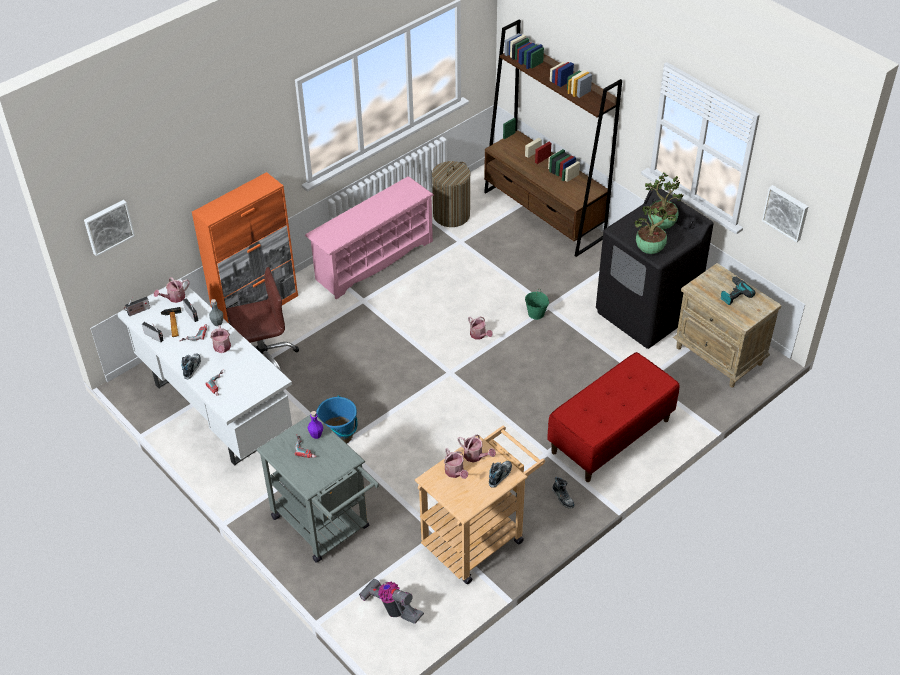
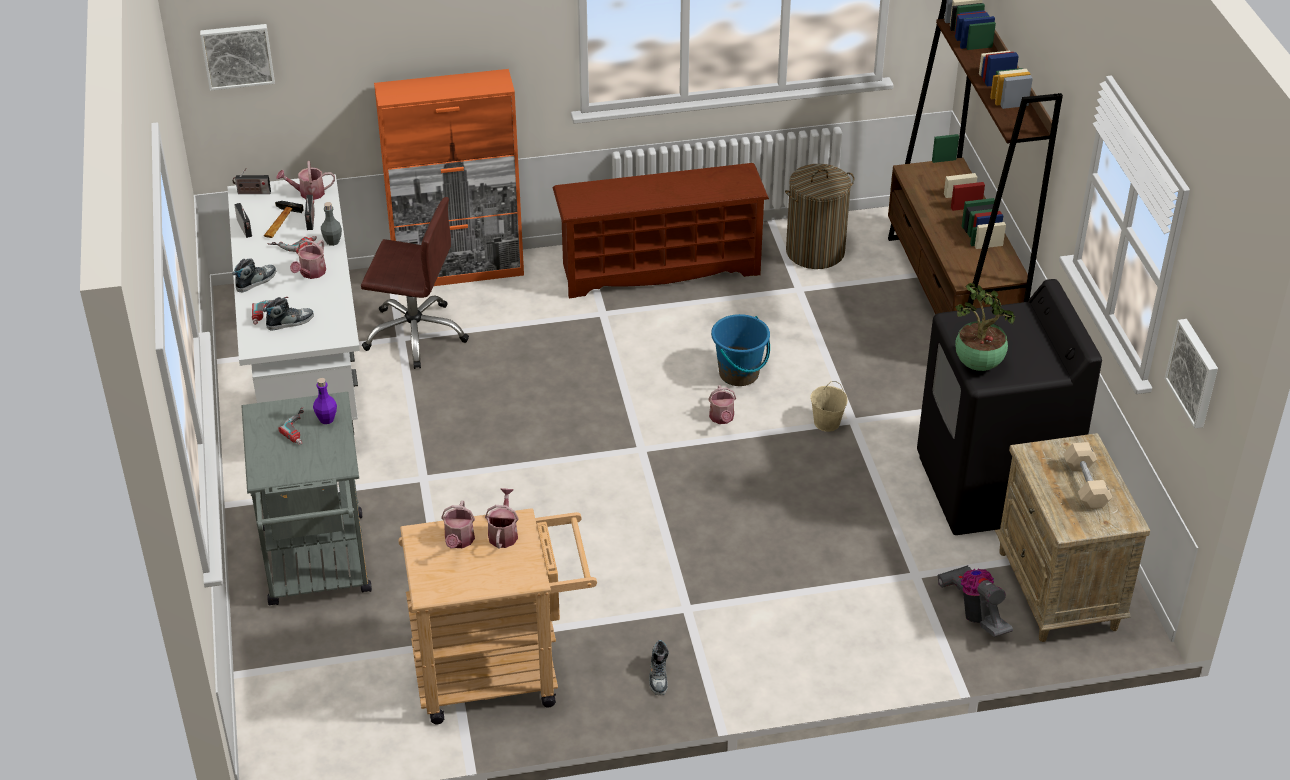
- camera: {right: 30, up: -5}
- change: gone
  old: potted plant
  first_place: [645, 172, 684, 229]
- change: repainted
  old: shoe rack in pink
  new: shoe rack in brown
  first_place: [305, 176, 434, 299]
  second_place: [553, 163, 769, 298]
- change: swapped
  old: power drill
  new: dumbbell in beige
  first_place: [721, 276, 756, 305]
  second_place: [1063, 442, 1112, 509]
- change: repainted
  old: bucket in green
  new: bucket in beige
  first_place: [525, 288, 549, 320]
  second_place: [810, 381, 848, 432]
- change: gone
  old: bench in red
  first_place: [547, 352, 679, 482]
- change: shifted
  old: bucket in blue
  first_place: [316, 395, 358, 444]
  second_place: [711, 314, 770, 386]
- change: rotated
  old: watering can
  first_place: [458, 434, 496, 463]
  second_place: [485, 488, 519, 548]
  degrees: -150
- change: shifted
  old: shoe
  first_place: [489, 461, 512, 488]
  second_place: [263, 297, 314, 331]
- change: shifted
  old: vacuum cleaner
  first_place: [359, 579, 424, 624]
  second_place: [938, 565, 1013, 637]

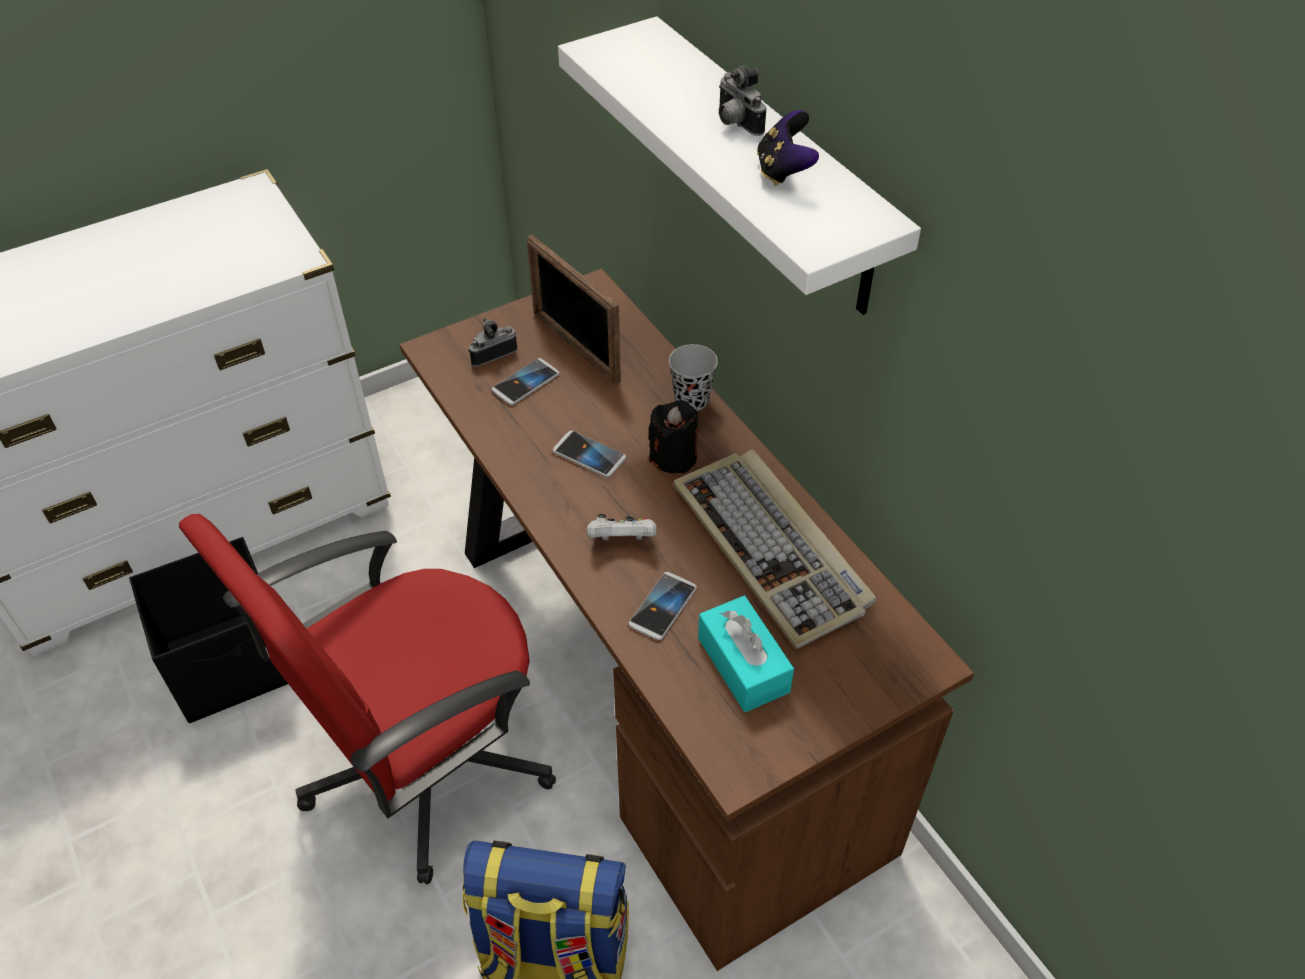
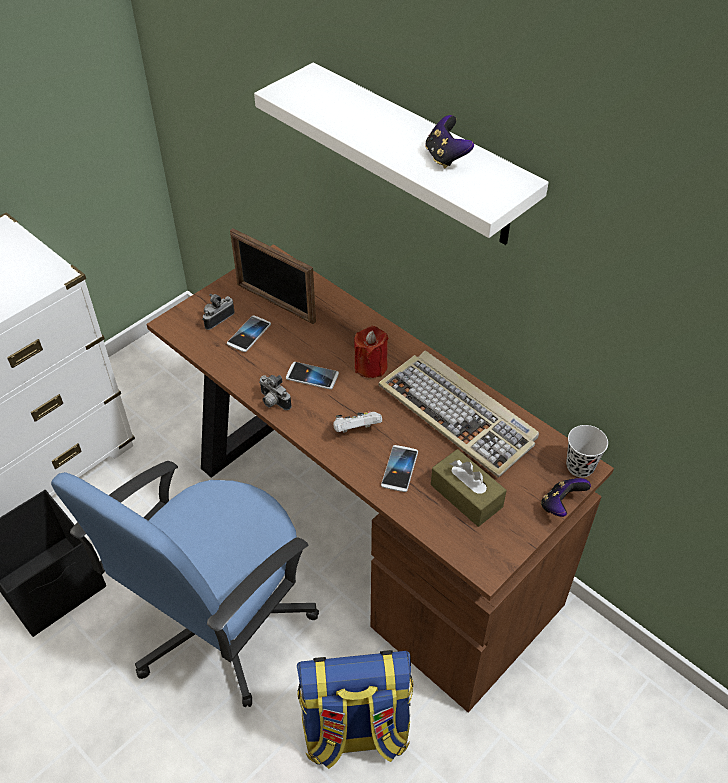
- camera: {right: -15, up: 0}
- change: shifted
  old: photo camera
  first_place: [719, 65, 766, 136]
  second_place: [259, 375, 292, 410]
- change: shifted
  old: cup in black
  first_place: [669, 344, 718, 411]
  second_place: [566, 425, 608, 477]
- change: repainted
  old: candle in black
  new: candle in red
  first_place: [649, 400, 698, 474]
  second_place: [354, 326, 389, 378]
- change: repainted
  old: office chair in red
  new: office chair in blue
  first_place: [179, 514, 556, 884]
  second_place: [51, 461, 319, 707]
- change: repainted
  old: tissue box in turquoise
  new: tissue box in brown
  first_place: [698, 596, 794, 712]
  second_place: [431, 449, 506, 527]
- change: new
  new: game controller
  second_place: [541, 478, 591, 517]

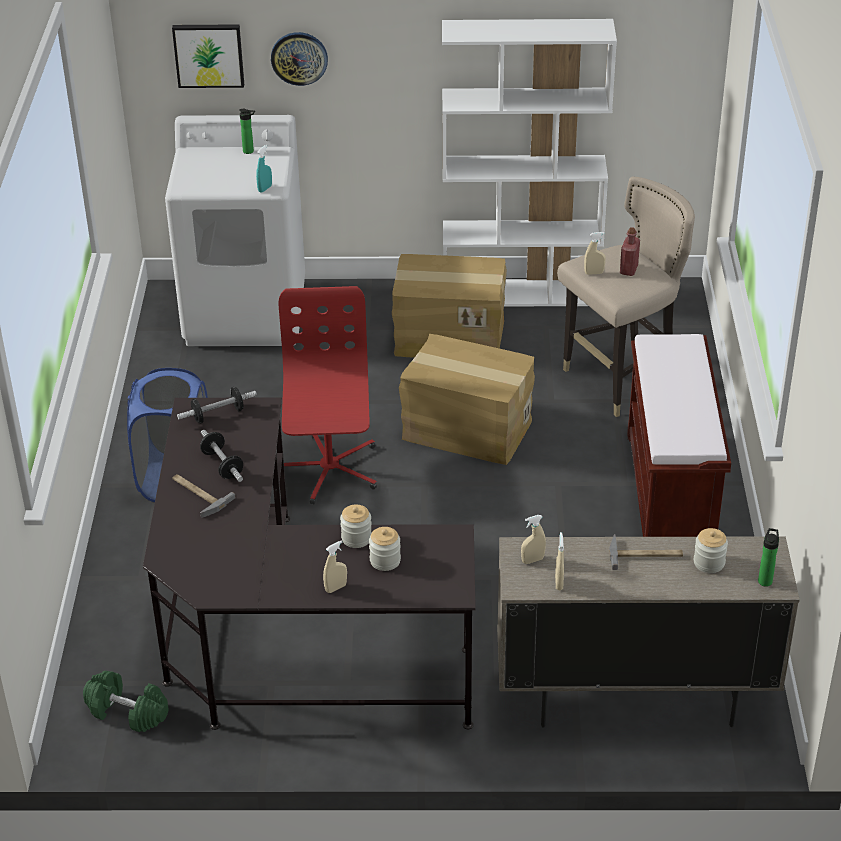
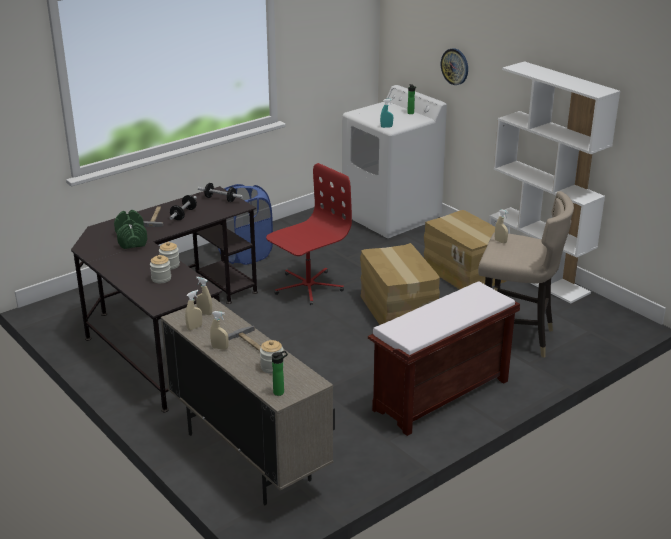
- camera: {right: 50, up: -10}
- change: gone
  old: picture
  first_place: [172, 24, 244, 88]
- change: gone
  old: bottle in red
  first_place: [620, 227, 640, 276]
- change: shifted
  old: spray bottle in beige
  first_place: [323, 540, 347, 593]
  second_place: [210, 311, 229, 350]
- change: shifted
  old: dumbbell in green
  first_place: [83, 671, 168, 732]
  second_place: [114, 210, 147, 249]

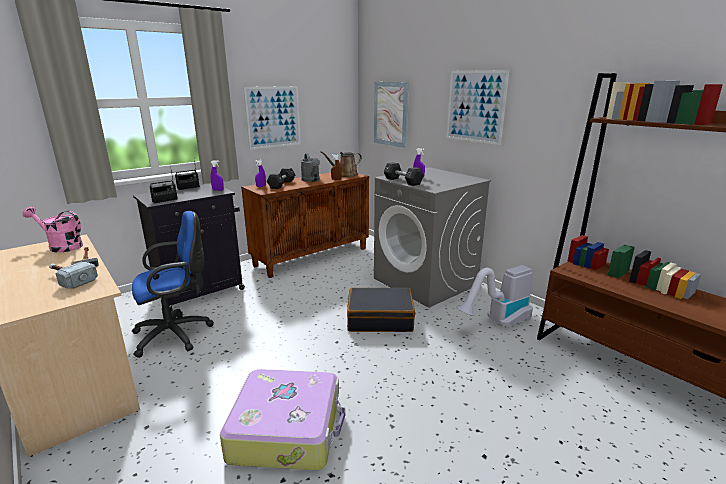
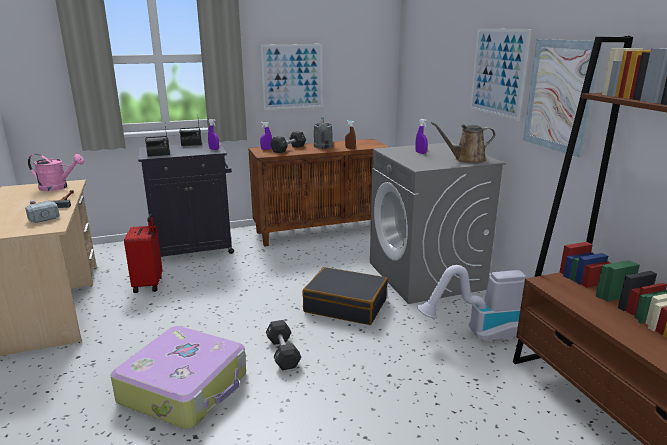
- camera: {right: 20, up: 0}
- change: shifted
  old: picture
  first_place: [374, 82, 409, 148]
  second_place: [523, 39, 602, 157]
- change: shifted
  old: watering can in brown
  first_place: [320, 151, 362, 177]
  second_place: [431, 122, 495, 163]
- change: shifted
  old: dumbbell in black
  first_place: [384, 162, 424, 186]
  second_place: [266, 320, 301, 370]
- change: rotated
  old: watering can in pink
  first_place: [22, 207, 83, 253]
  second_place: [28, 154, 84, 191]
  degrees: 150
- change: swapped
  old: office chair in blue
  new: suitcase in red
  first_place: [132, 211, 214, 358]
  second_place: [124, 214, 163, 293]

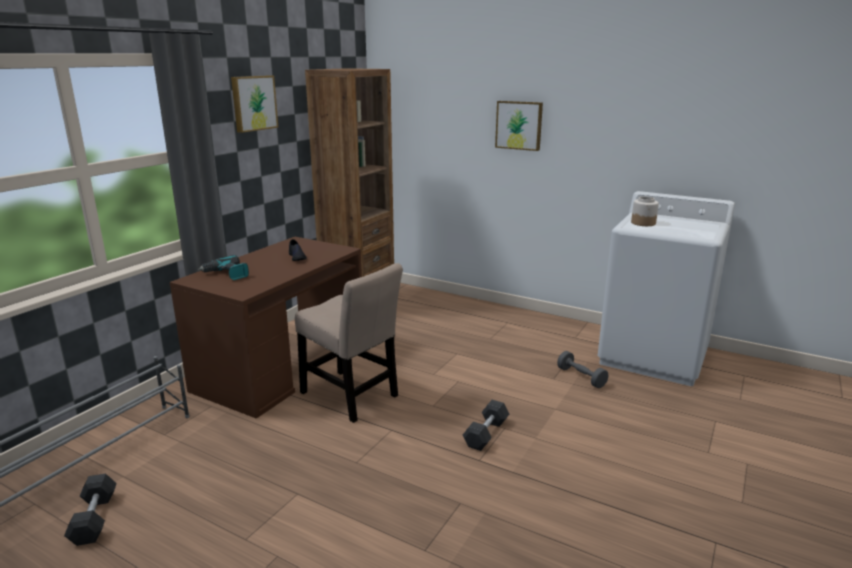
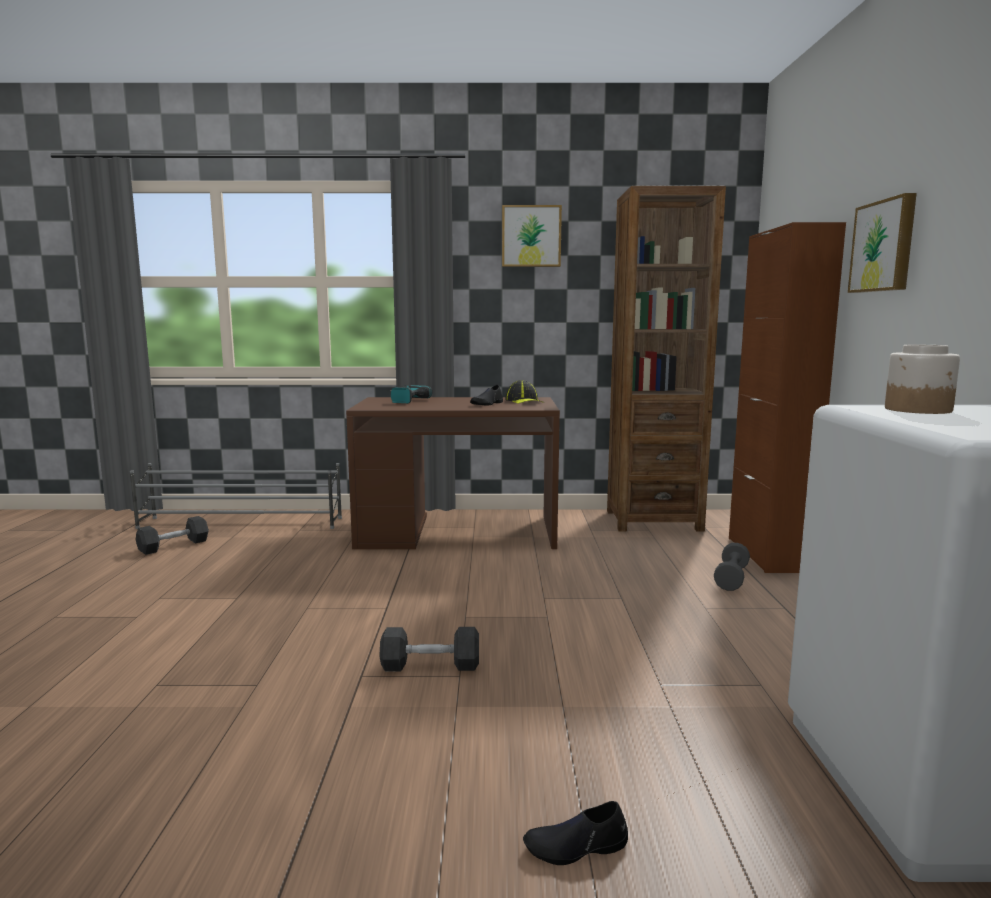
- camera: {right: 60, up: -10}
- change: gone
  old: chair in beige
  first_place: [295, 263, 403, 423]
- change: shifted
  old: dumbbell in grey
  first_place: [557, 351, 608, 388]
  second_place: [714, 543, 750, 591]
- change: new
  new: cabinet in brown
  second_place: [729, 222, 846, 573]
- change: new
  new: cap
  second_place: [505, 380, 544, 404]
- change: new
  new: shoe in black
  second_place: [523, 801, 628, 865]

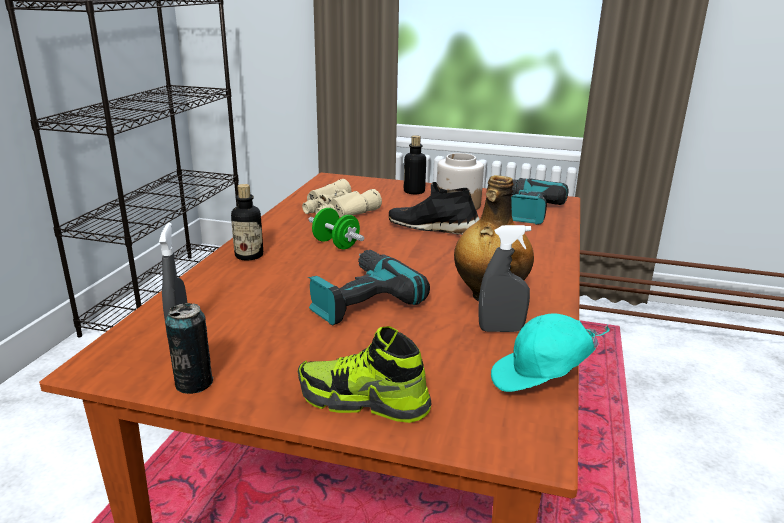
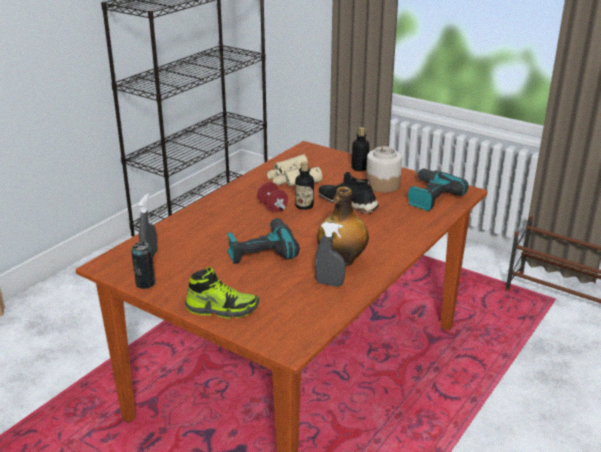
- camera: {right: 20, up: 5}
- change: shifted
  old: bottle
  first_place: [231, 184, 263, 260]
  second_place: [295, 161, 314, 210]
- change: repainted
  old: dumbbell in green
  new: dumbbell in red
  first_place: [308, 208, 364, 249]
  second_place: [257, 182, 288, 212]
- change: gone
  old: cap in turquoise
  first_place: [491, 313, 609, 392]
- change: rotated
  old: shoe
  first_place: [298, 326, 431, 423]
  second_place: [185, 267, 259, 319]
  degrees: 150

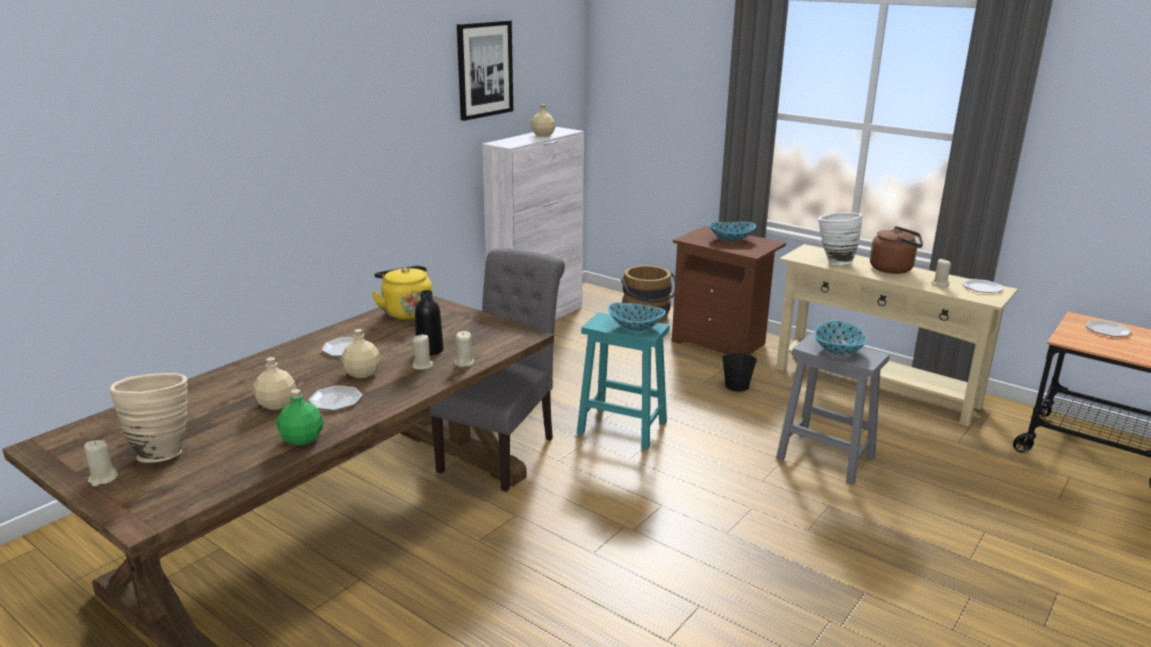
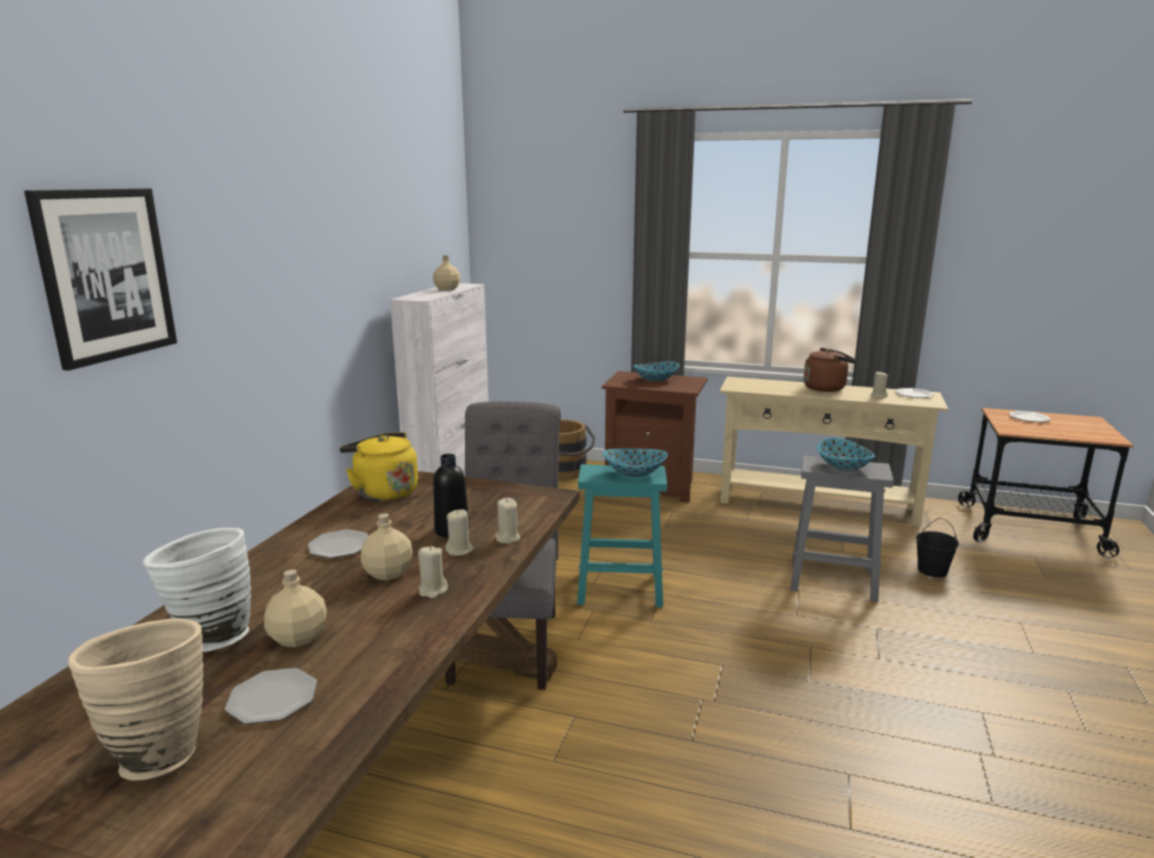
- camera: {right: -20, up: -5}
- change: shifted
  old: picture
  first_place: [457, 20, 513, 121]
  second_place: [24, 189, 177, 371]
- change: shifted
  old: vase in white
  first_place: [818, 212, 862, 265]
  second_place: [143, 528, 251, 652]
- change: shifted
  old: bucket in black
  first_place: [722, 341, 757, 392]
  second_place: [916, 518, 959, 577]
- change: shifted
  old: plate
  first_place: [308, 385, 363, 411]
  second_place: [225, 668, 317, 724]
- change: gone
  old: bottle in green
  first_place: [277, 389, 323, 446]
- change: shifted
  old: candle in beige
  first_place: [84, 440, 118, 487]
  second_place: [418, 546, 448, 598]

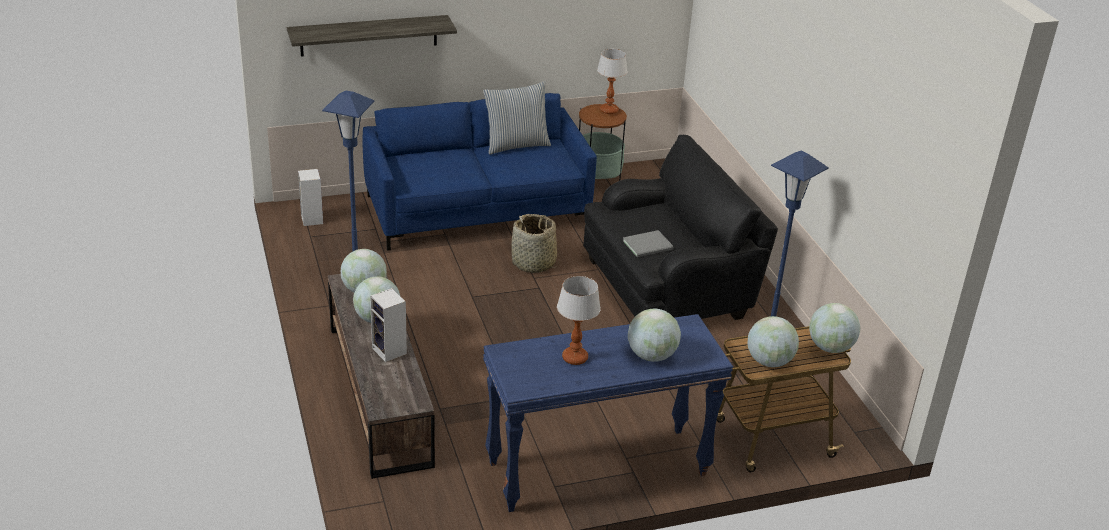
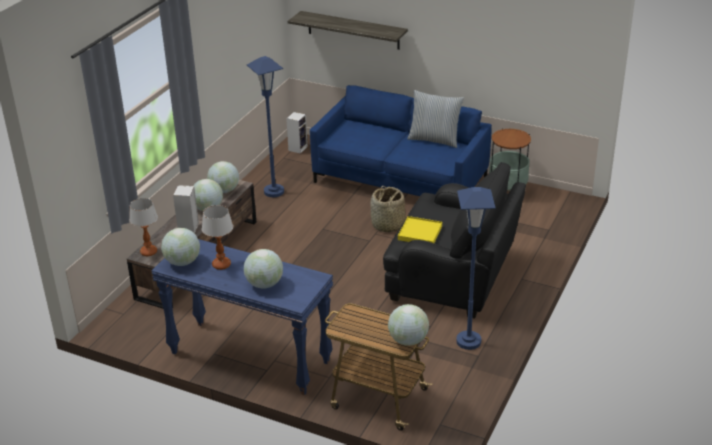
- camera: {right: 45, up: 0}
- change: shifted
  old: table lamp
  first_place: [597, 49, 627, 114]
  second_place: [129, 198, 158, 256]
- change: swapped
  old: book in grey
  new: tray in yellow
  first_place: [623, 230, 674, 257]
  second_place: [398, 216, 442, 243]
- change: shifted
  old: globe
  first_place: [748, 316, 799, 367]
  second_place: [161, 228, 200, 266]

